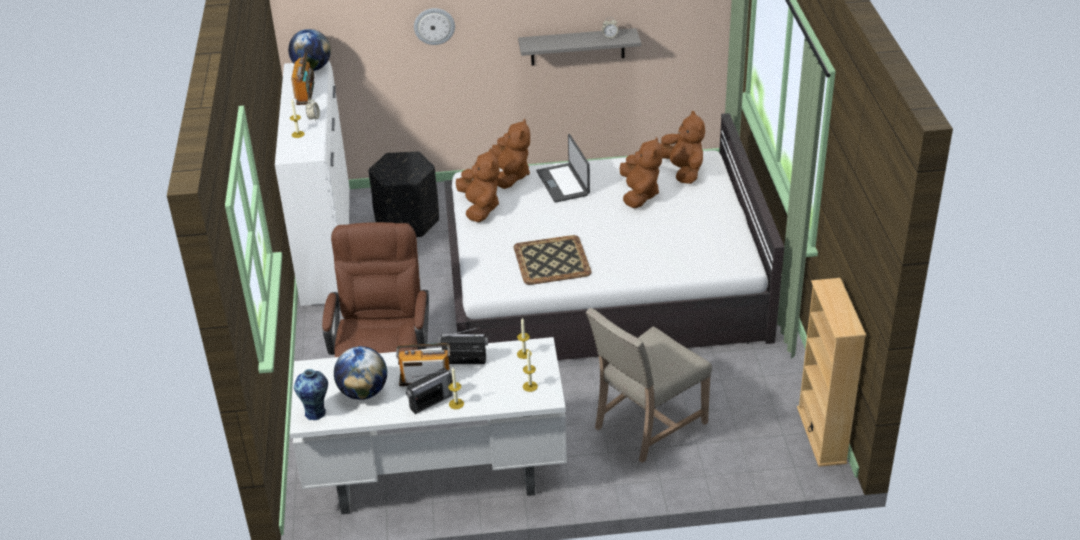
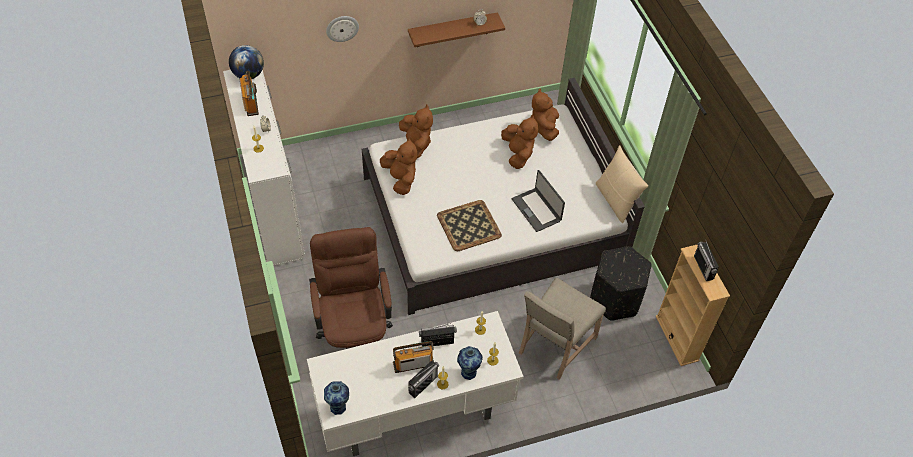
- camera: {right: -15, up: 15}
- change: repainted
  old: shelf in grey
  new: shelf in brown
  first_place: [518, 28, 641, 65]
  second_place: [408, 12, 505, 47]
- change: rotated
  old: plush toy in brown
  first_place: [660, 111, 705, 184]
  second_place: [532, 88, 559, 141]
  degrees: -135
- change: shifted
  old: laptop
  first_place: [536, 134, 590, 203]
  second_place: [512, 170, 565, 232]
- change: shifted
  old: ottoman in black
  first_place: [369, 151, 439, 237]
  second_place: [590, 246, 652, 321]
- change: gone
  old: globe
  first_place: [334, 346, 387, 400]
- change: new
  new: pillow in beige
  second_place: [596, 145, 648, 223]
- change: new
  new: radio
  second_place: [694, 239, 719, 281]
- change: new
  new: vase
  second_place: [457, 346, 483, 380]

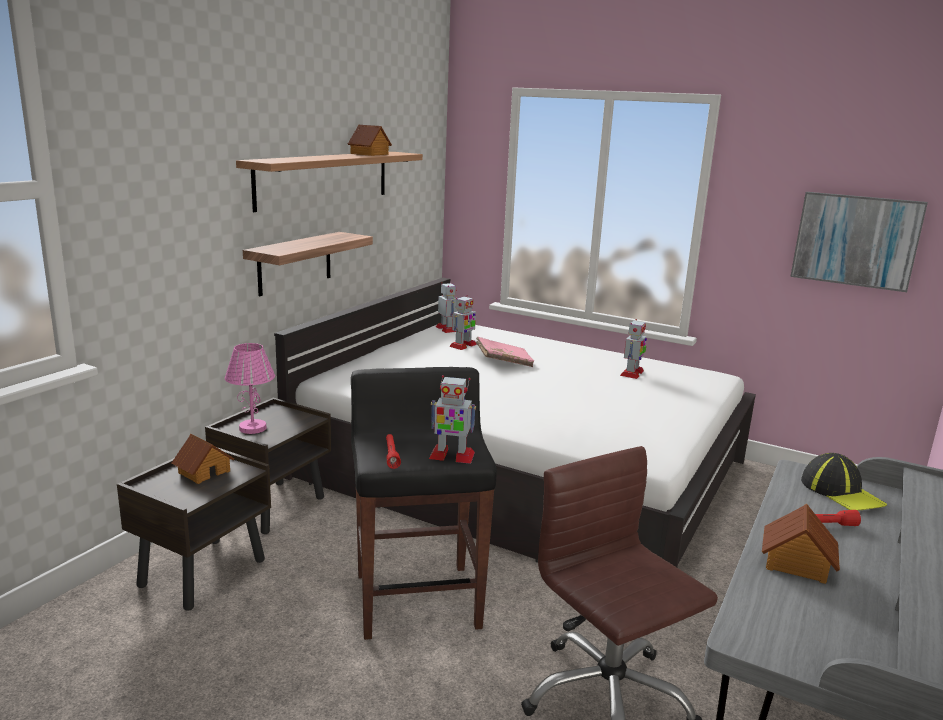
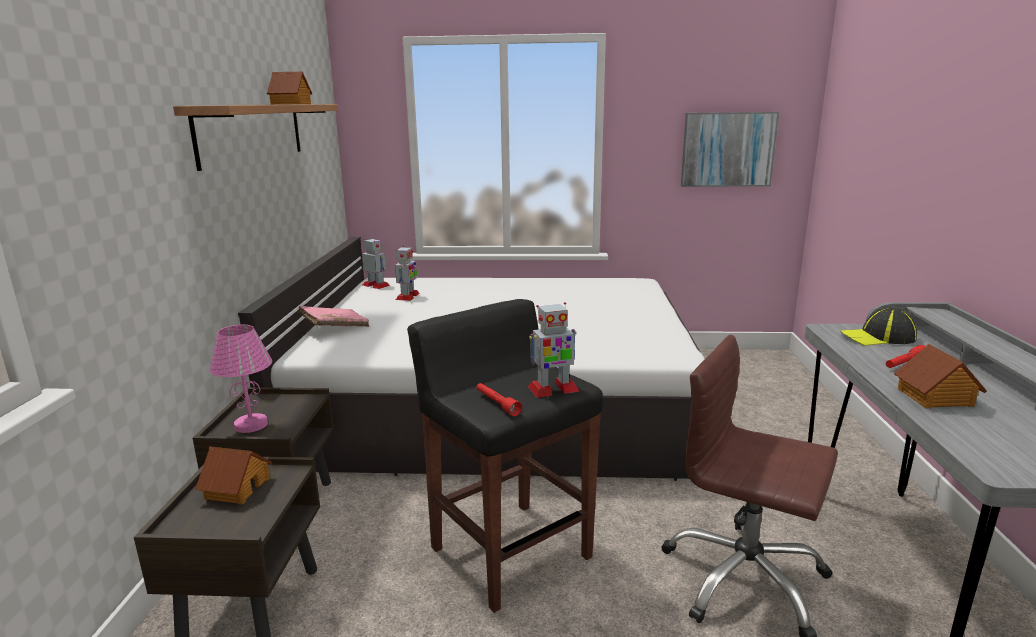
- camera: {right: -25, up: 0}
- change: gone
  old: shelf
  first_place: [243, 232, 373, 296]
- change: gone
  old: toy robot
  first_place: [620, 319, 647, 379]
- change: shifted
  old: book in pink
  first_place: [476, 337, 534, 367]
  second_place: [298, 306, 369, 327]
- change: rotated
  old: cap
  first_place: [801, 453, 887, 511]
  second_place: [840, 307, 917, 346]
  degrees: 135

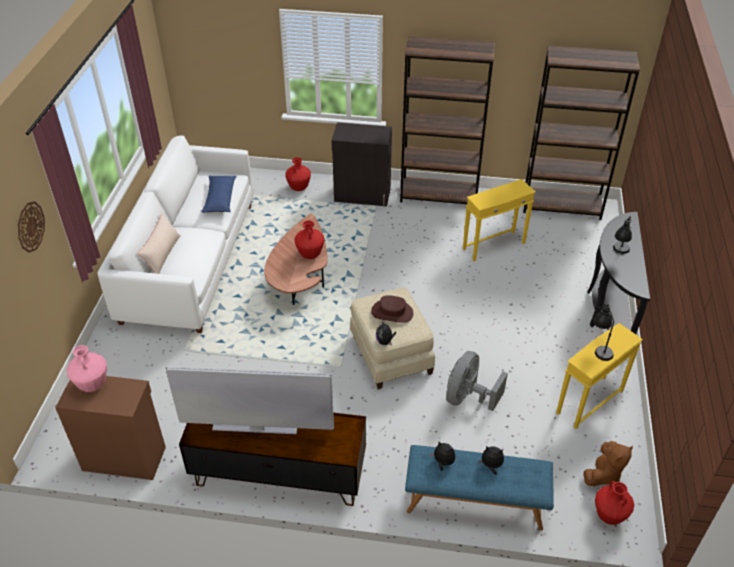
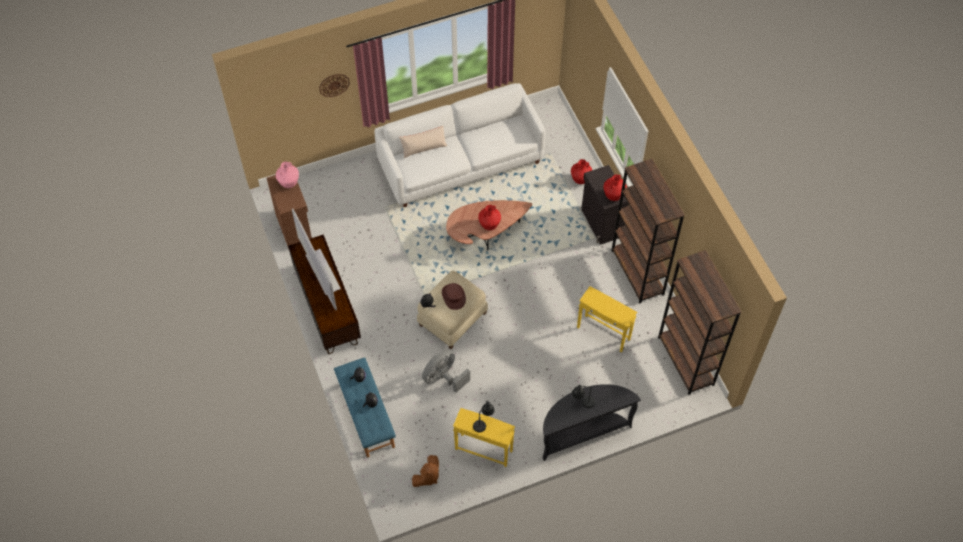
- camera: {right: 60, up: 15}
- change: gone
  old: pillow in blue
  first_place: [201, 176, 236, 213]
- change: rotated
  old: fan in grey
  first_place: [446, 351, 508, 411]
  second_place: [422, 349, 470, 393]
  degrees: -45
- change: rotated
  old: plush toy in brown
  first_place: [583, 441, 633, 486]
  second_place: [412, 455, 439, 487]
  degrees: -60
- change: shifted
  old: vase in red
  first_place: [595, 481, 634, 525]
  second_place: [603, 174, 627, 201]

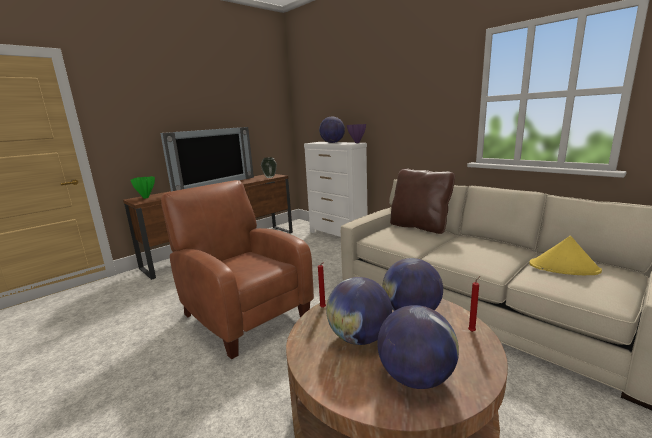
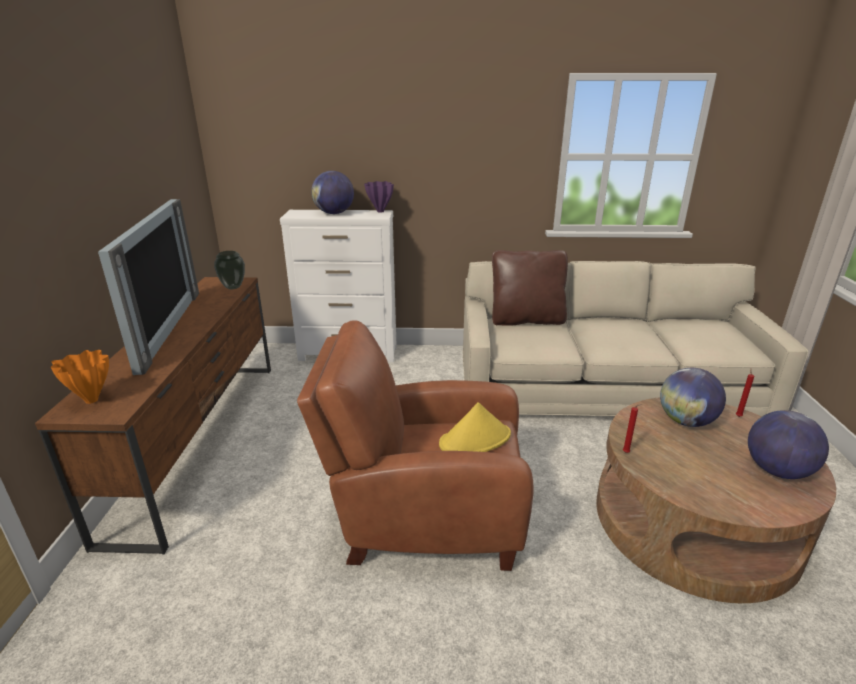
- camera: {right: -45, up: 10}
- change: repainted
  old: vase in green
  new: vase in orange
  first_place: [130, 176, 155, 199]
  second_place: [51, 350, 109, 404]
- change: shifted
  old: hat in yellow
  first_place: [529, 236, 602, 275]
  second_place: [439, 402, 511, 452]
- change: gone
  old: globe
  first_place: [326, 277, 392, 345]

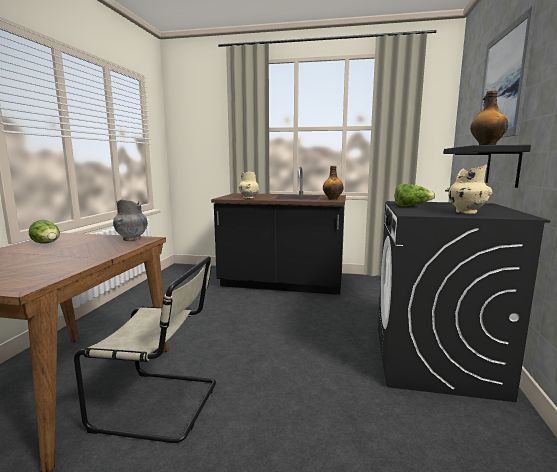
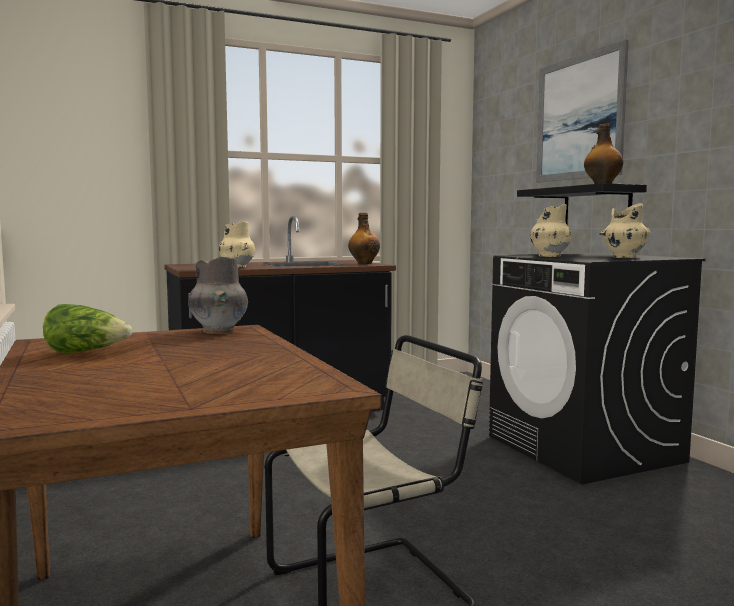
- camera: {right: -35, up: -5}
- change: swapped
  old: lettuce
  new: vase in beige
  first_place: [395, 184, 436, 206]
  second_place: [530, 204, 572, 257]

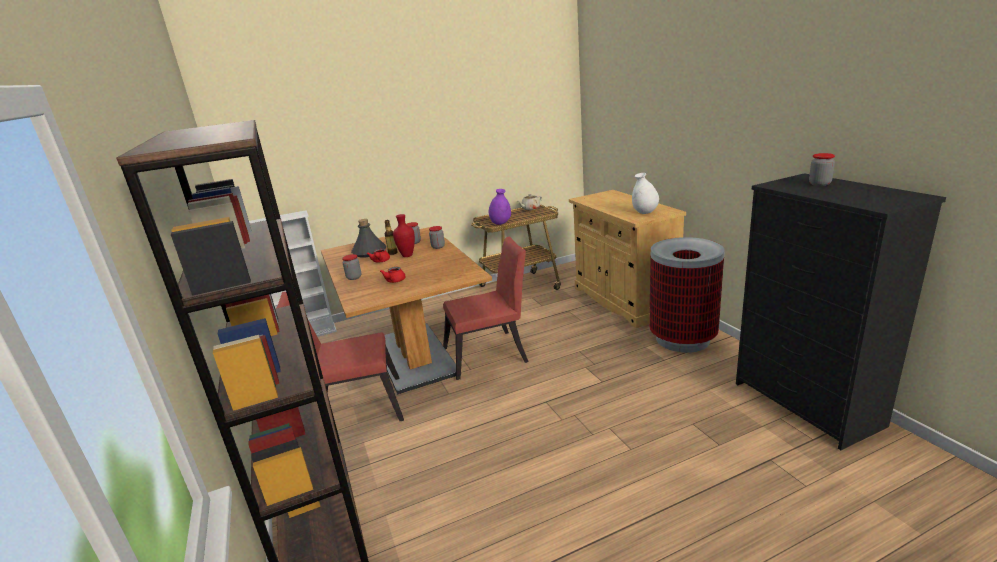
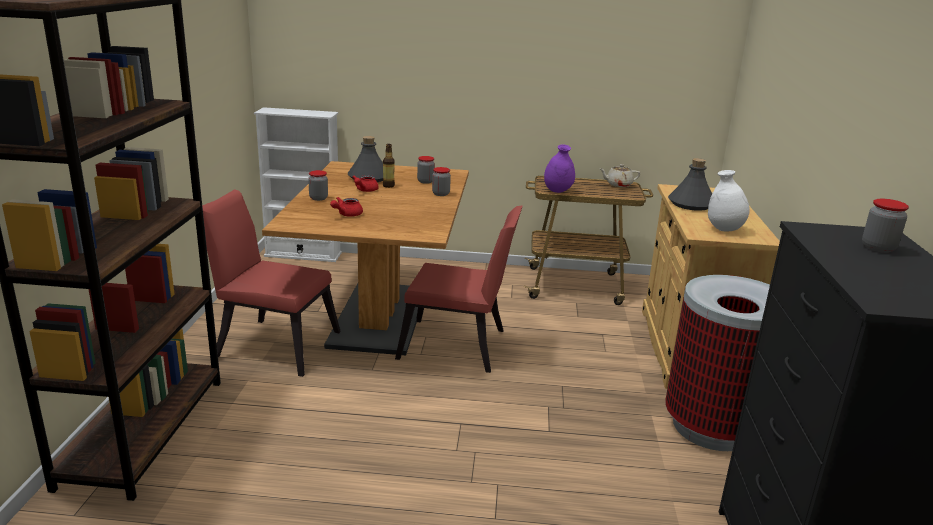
- camera: {right: 25, up: 0}
- change: gone
  old: vase in red
  first_place: [393, 214, 415, 257]
- change: new
  new: bottle in grey
  second_place: [668, 158, 712, 211]

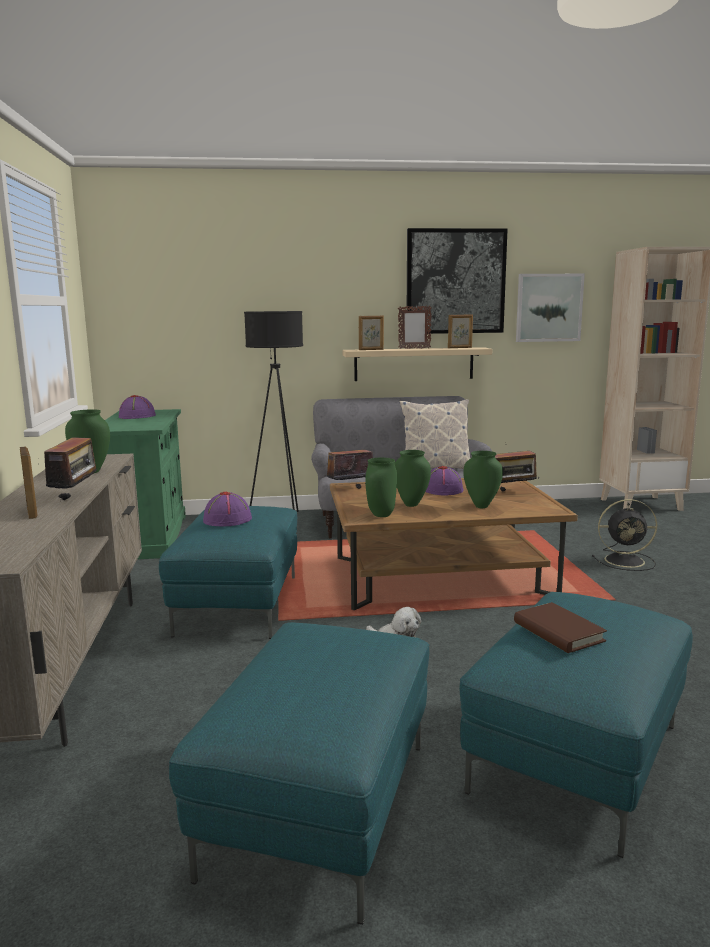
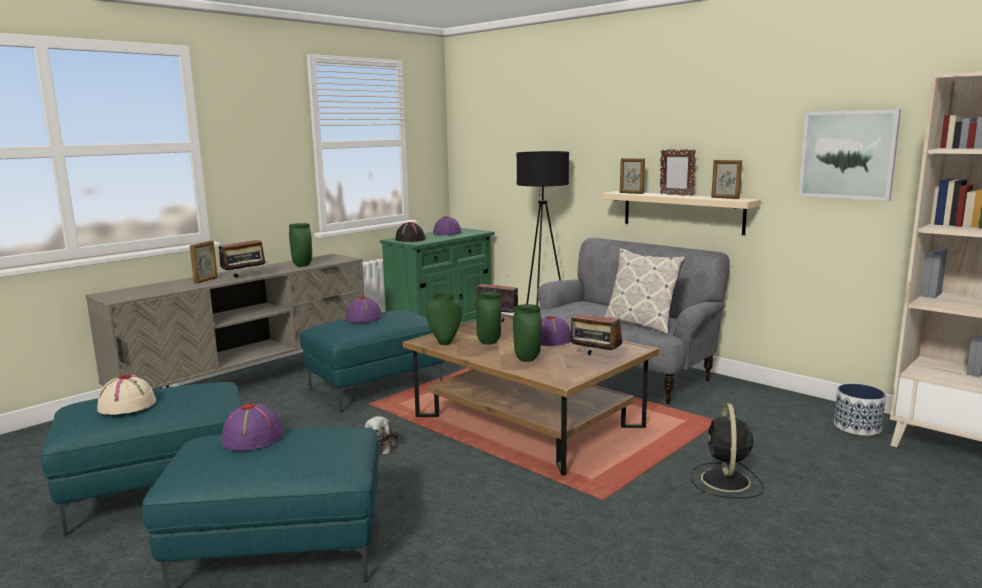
- camera: {right: 50, up: 0}
- change: gone
  old: picture
  first_place: [407, 228, 508, 334]
- change: rotated
  old: fan in black
  first_place: [592, 499, 657, 571]
  second_place: [691, 403, 764, 499]
  degrees: 45
- change: swapped
  old: book in brown
  new: hat in purple
  first_place: [514, 602, 607, 653]
  second_place: [222, 404, 284, 451]
- change: new
  new: hat in black
  second_place: [395, 222, 426, 242]
- change: new
  new: hat in beige
  second_place: [97, 375, 156, 415]
- change: new
  new: planter
  second_place: [834, 384, 886, 436]

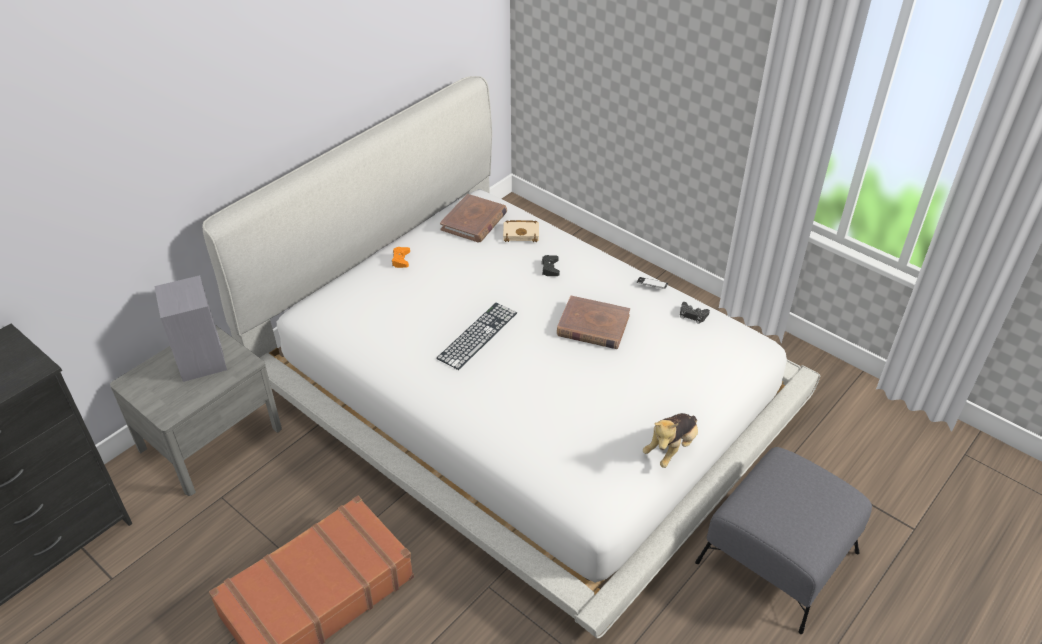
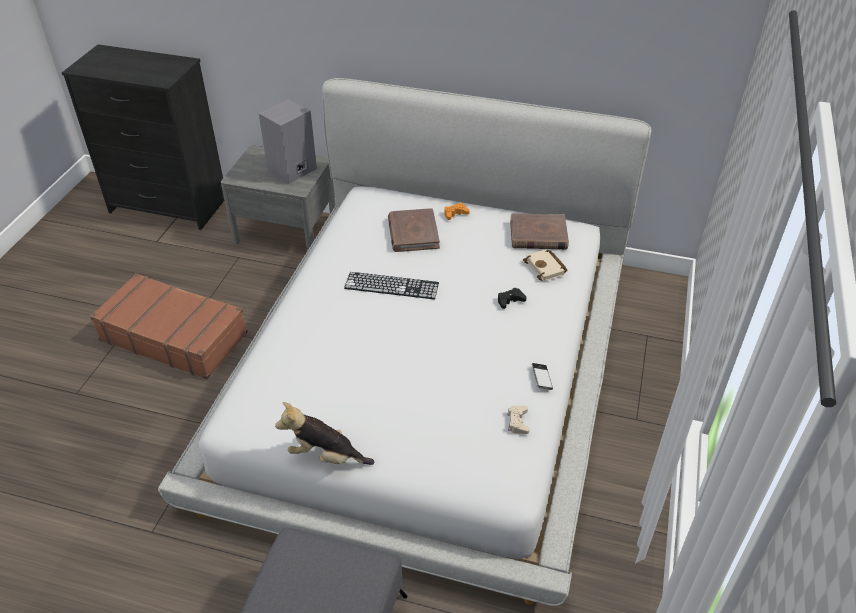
- camera: {right: 65, up: 0}
- change: shifted
  old: book in brown
  first_place: [557, 296, 630, 349]
  second_place: [388, 208, 440, 252]
- change: repainted
  old: game controller in black
  new: game controller in beige
  first_place: [680, 302, 710, 324]
  second_place: [508, 405, 530, 434]

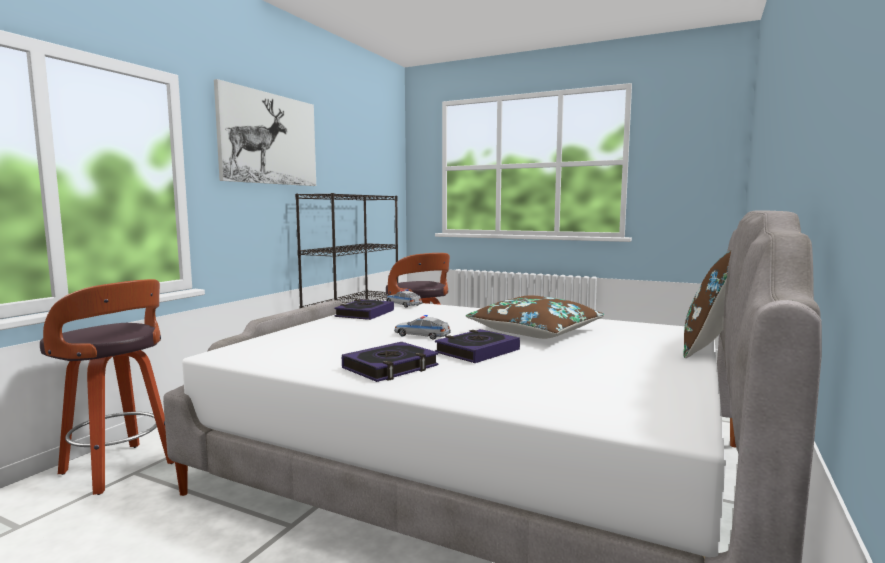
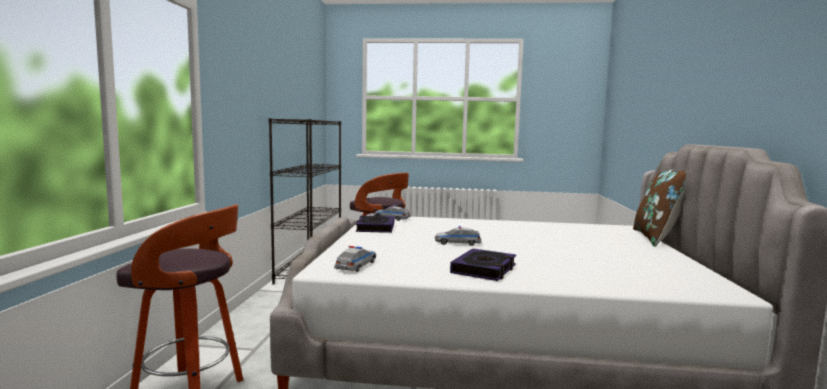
- camera: {right: -20, up: 0}
- change: gone
  old: picture
  first_place: [214, 79, 316, 186]
- change: gone
  old: pillow in brown
  first_place: [466, 295, 605, 339]
- change: gone
  old: book
  first_place: [435, 329, 520, 363]
- change: new
  new: toy car
  second_place: [334, 246, 376, 272]

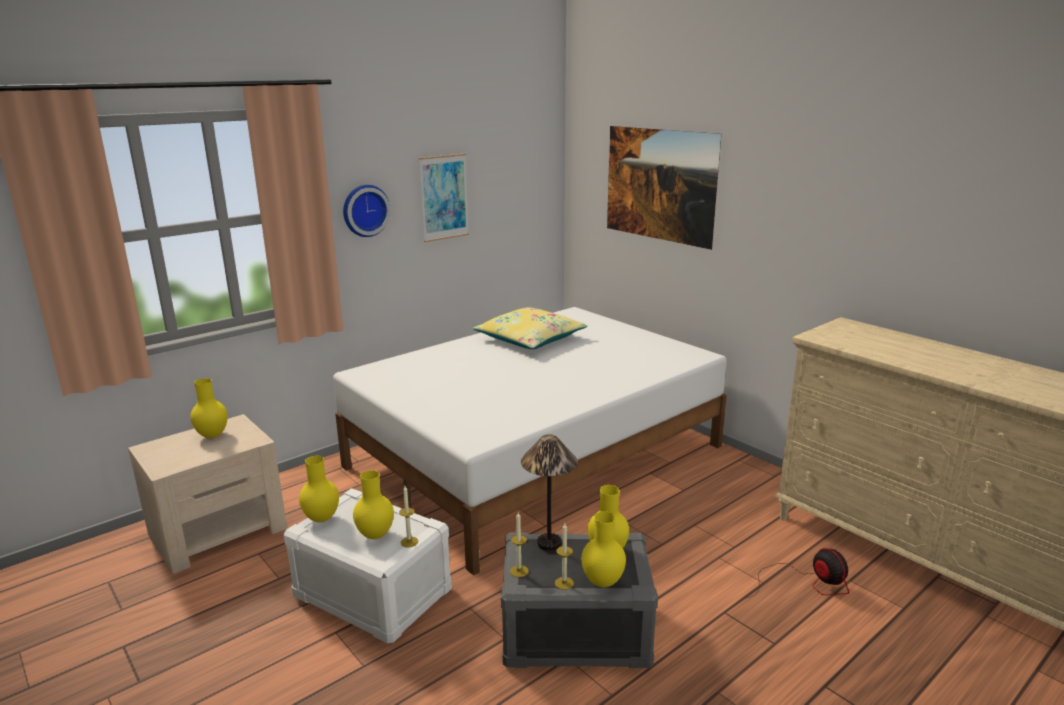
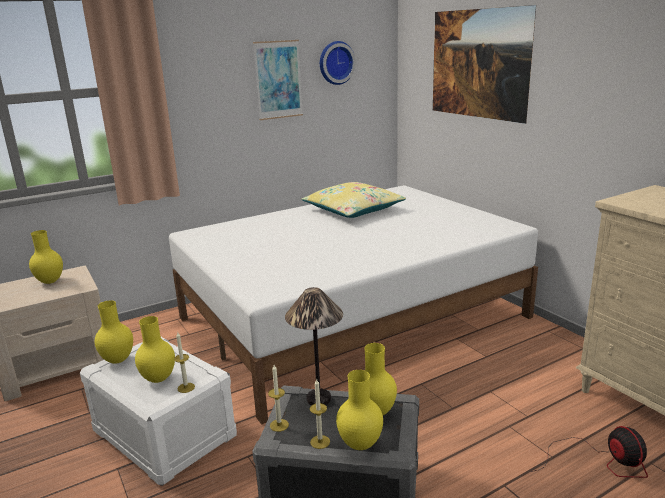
- camera: {right: 10, up: 0}
- change: shifted
  old: wall clock
  first_place: [343, 185, 391, 237]
  second_place: [320, 41, 356, 85]

